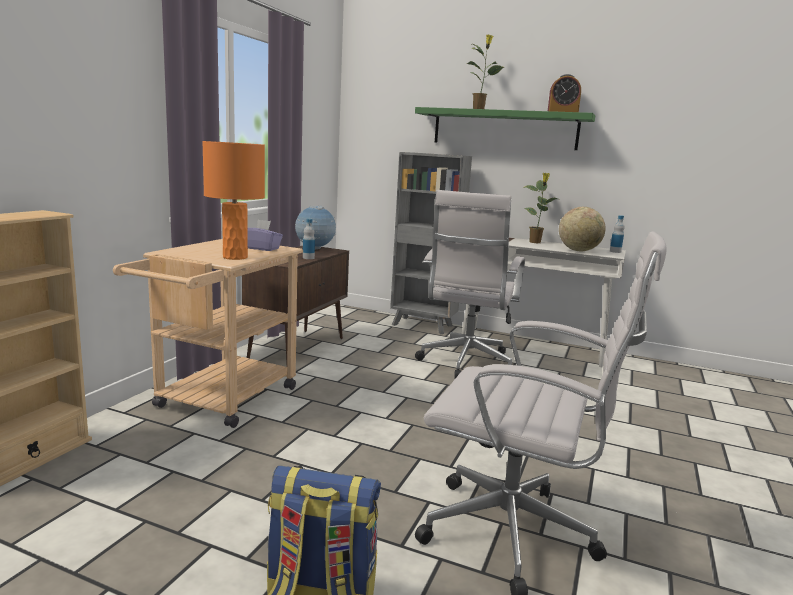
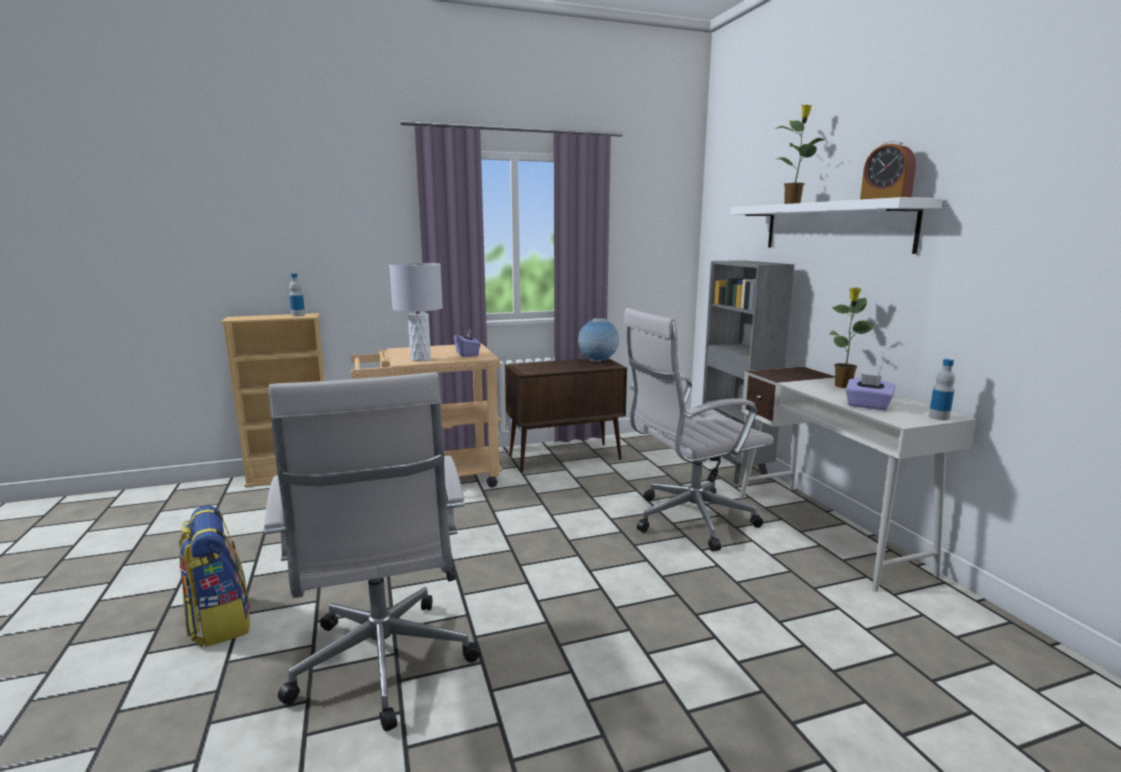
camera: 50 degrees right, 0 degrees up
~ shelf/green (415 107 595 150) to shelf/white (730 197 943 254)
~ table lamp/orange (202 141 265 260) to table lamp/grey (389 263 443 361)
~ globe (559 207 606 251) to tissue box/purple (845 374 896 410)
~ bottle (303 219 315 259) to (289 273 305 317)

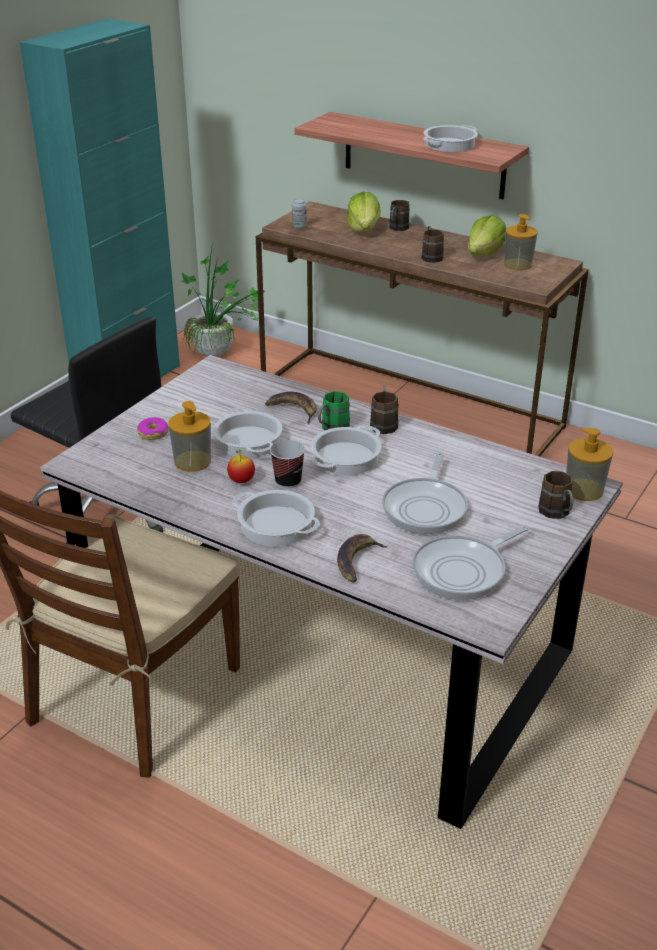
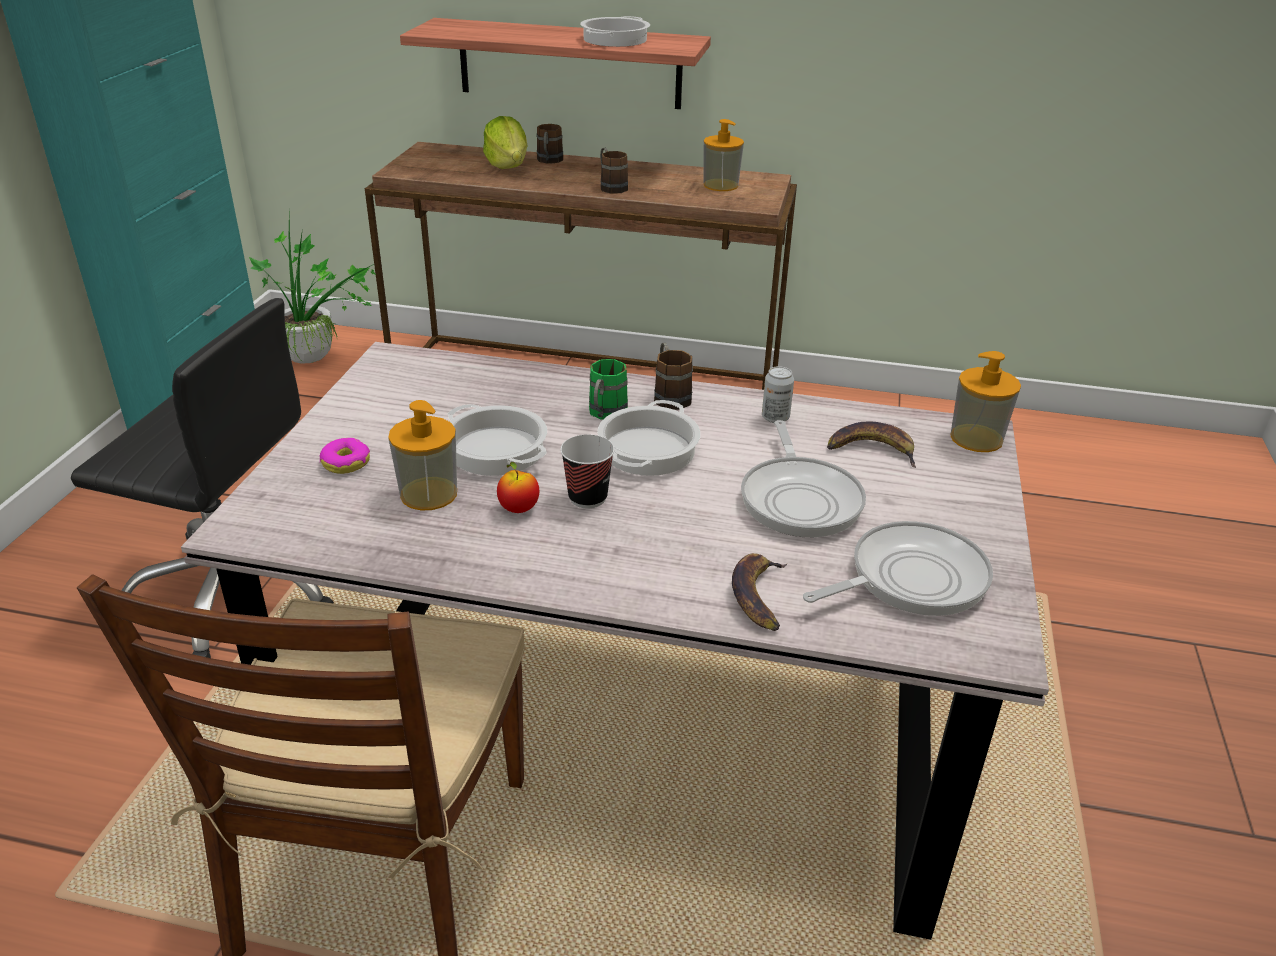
camera: 20 degrees left, 0 degrees up
~ can (292 199 307 229) to (762 366 794 423)
- lettuce (468 215 506 257)
~ banana (265 392 317 424) to (827 422 916 468)
- mug/brown (539 471 573 519)
- cooking pot (232 490 320 546)
~ frying pan (413 525 529 600) = (803 521 993 616) 150 degrees counterclockwise

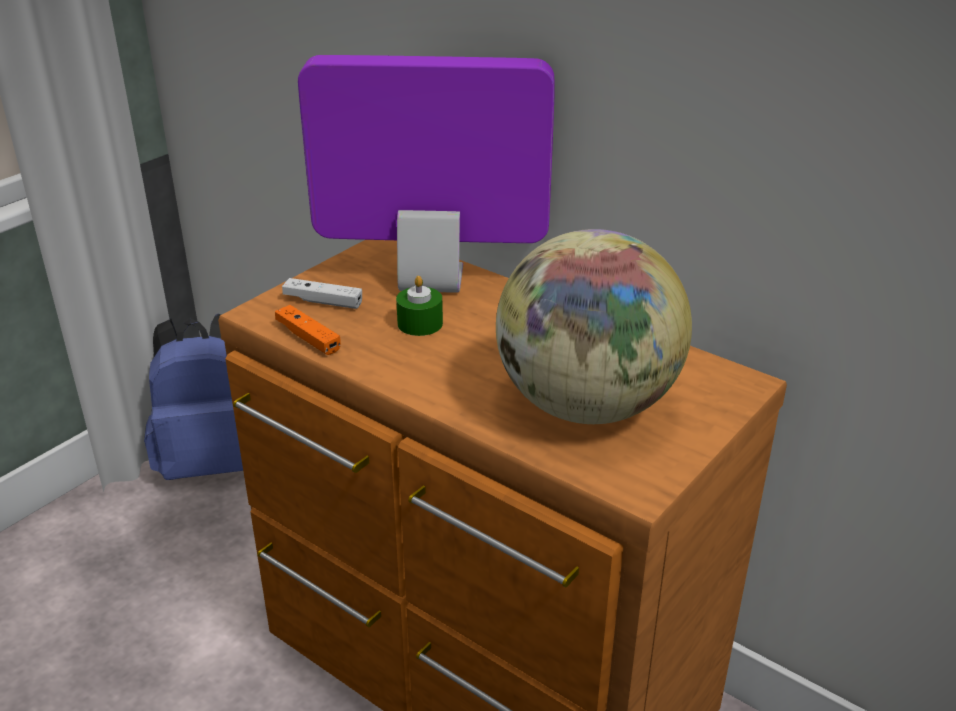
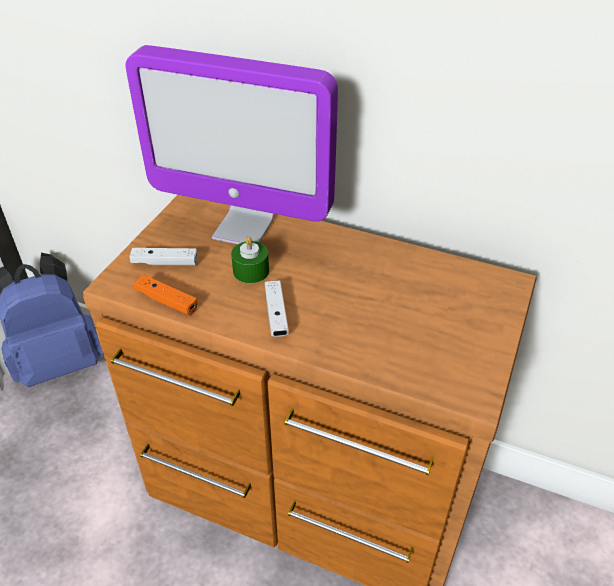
camera: 15 degrees left, 10 degrees up
~ monitor (298 55 555 293) = (125 45 338 244) 150 degrees counterclockwise
- globe (496 229 692 424)
+ game controller/white (265 280 289 337)

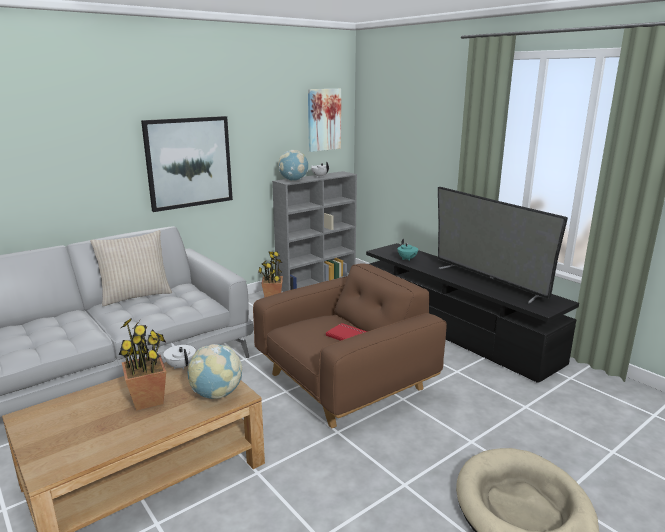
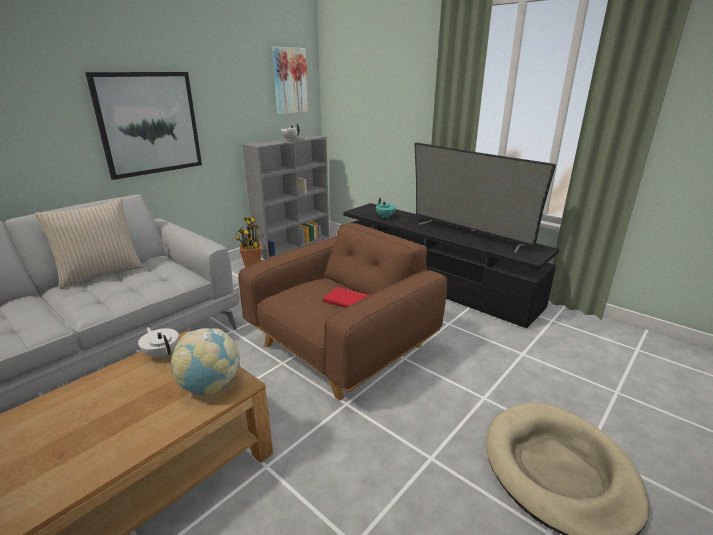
camera: 10 degrees left, 5 degrees up
- globe (278 150 308 181)
- potted plant (118 317 166 411)

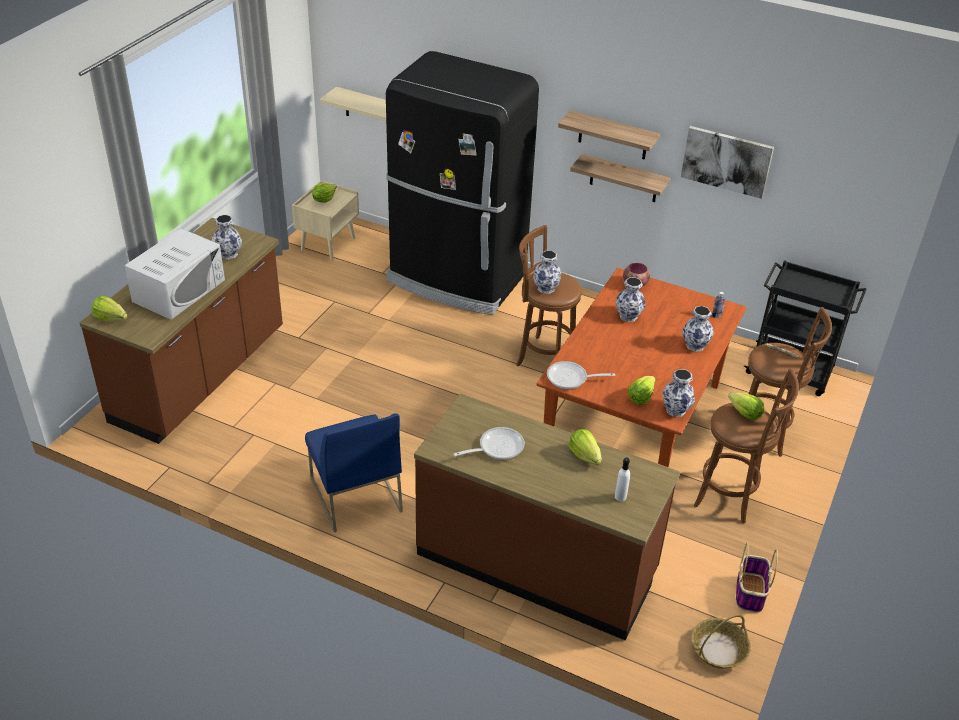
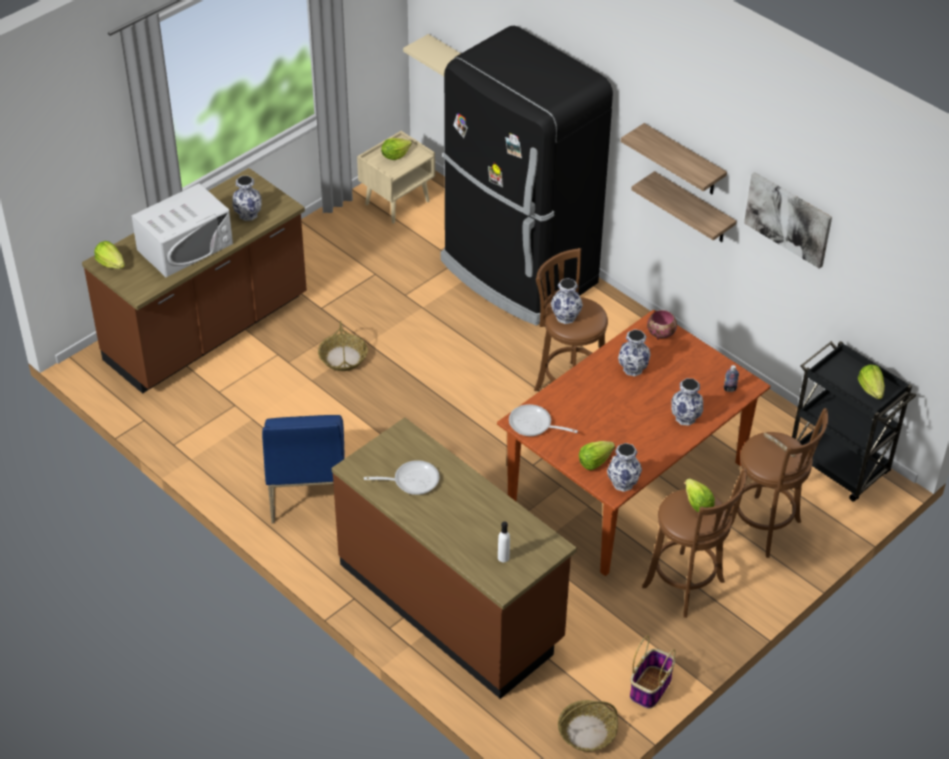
camera: 20 degrees right, 5 degrees up
~ lettuce (568 429 602 465) to (858 365 885 399)
+ basket (318 321 368 371)

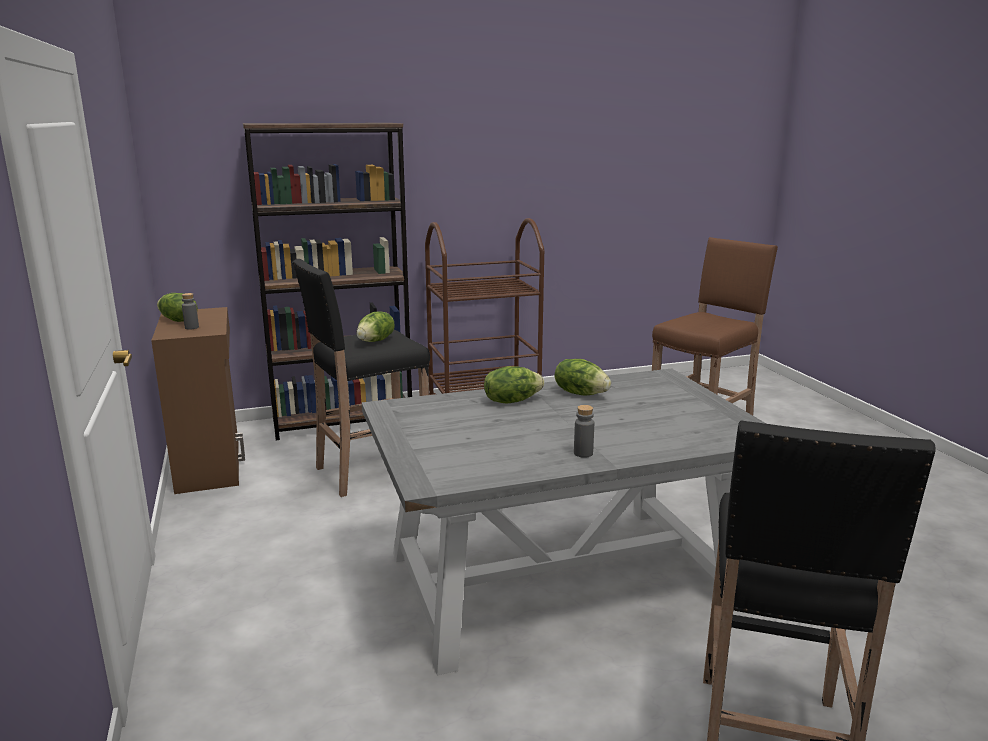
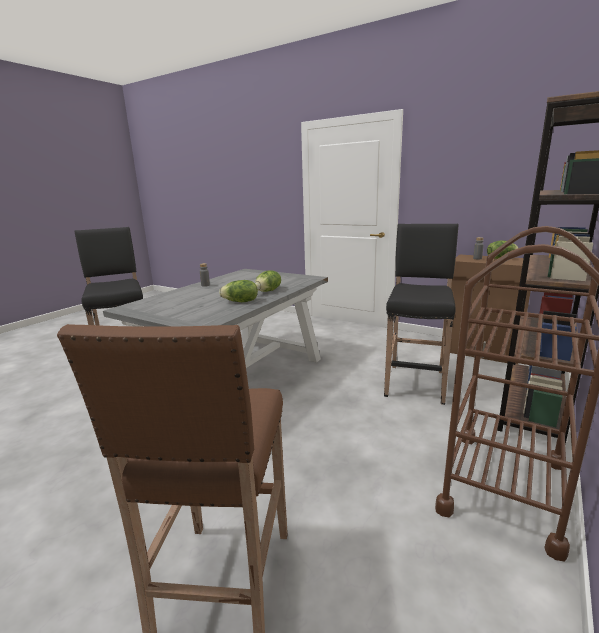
camera: 140 degrees right, 0 degrees up
- lettuce (357 312 395 342)

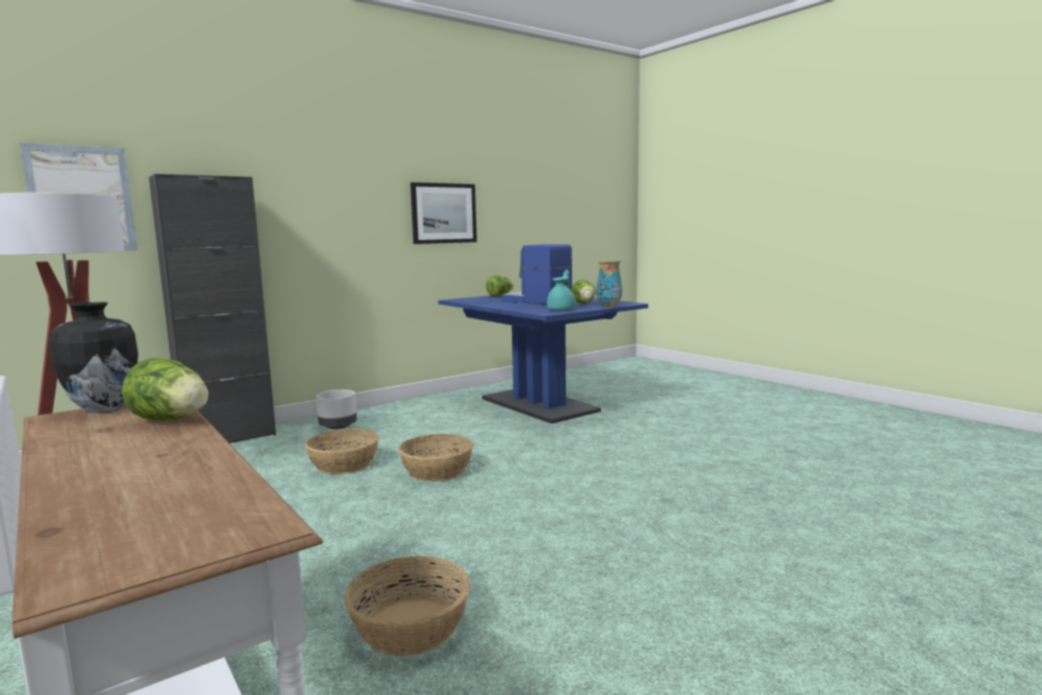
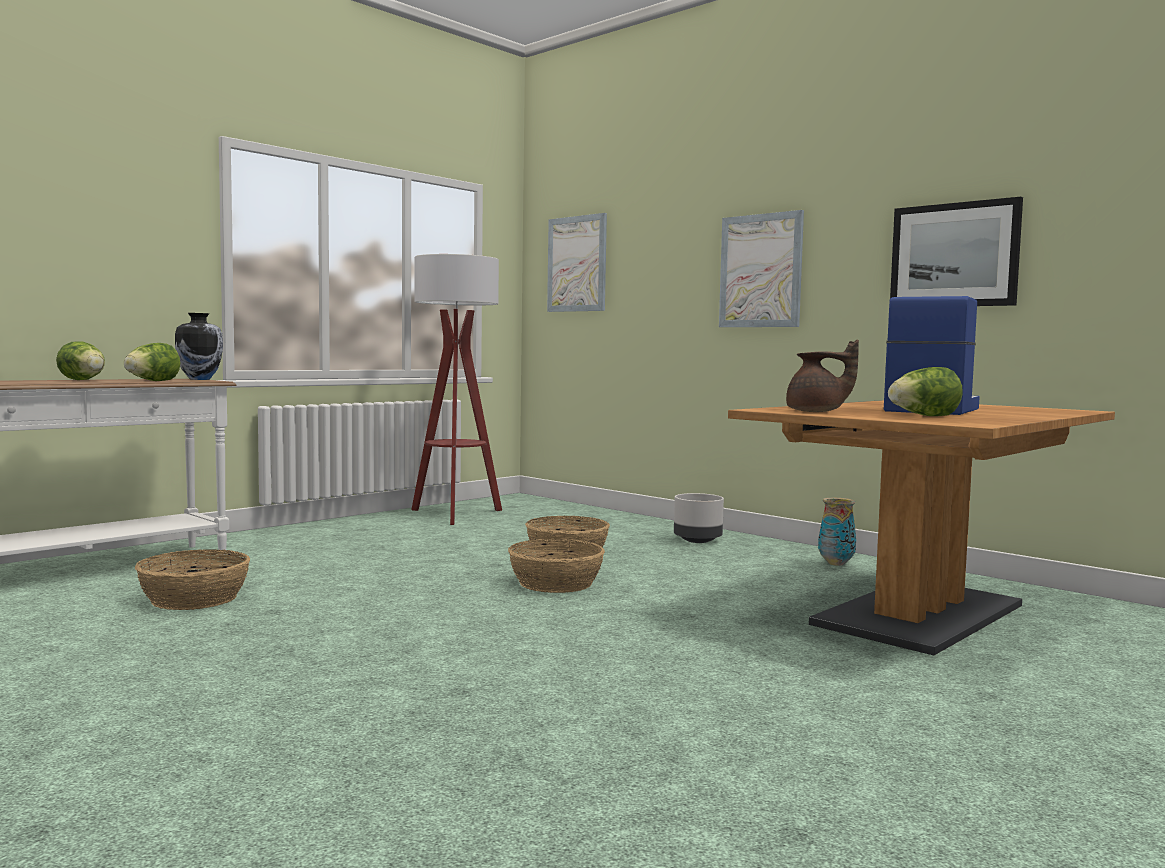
camera: 80 degrees right, 5 degrees down
- cabinet/black (149 174 276 443)
~ vase (596 260 622 307) to (818 498 856 566)
~ teapot/turquoise (547 270 576 310) to teapot/brown (786 340 859 412)
~ lettuce (486 275 514 297) to (56 341 105 380)
~ dining table/blue (438 295 648 424) to dining table/brown (728 400 1115 655)
+ picture (719 210 804 327)

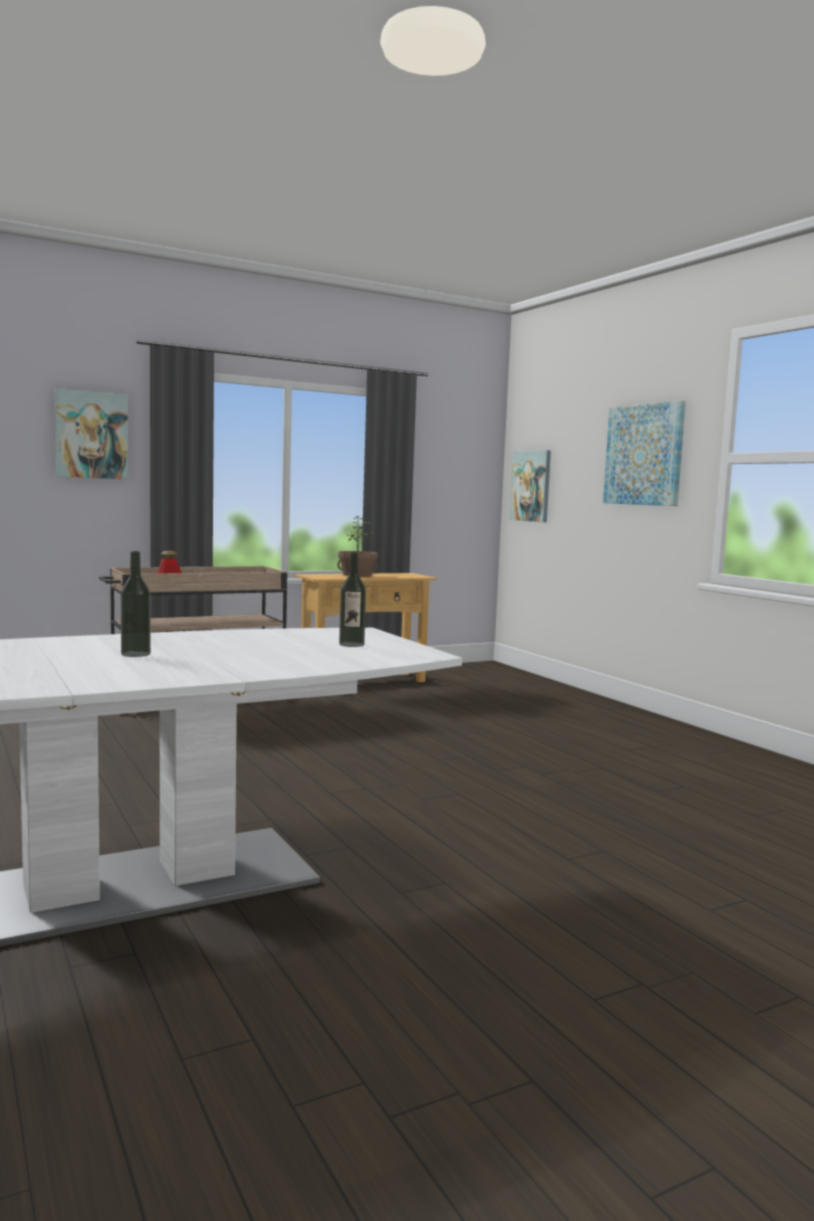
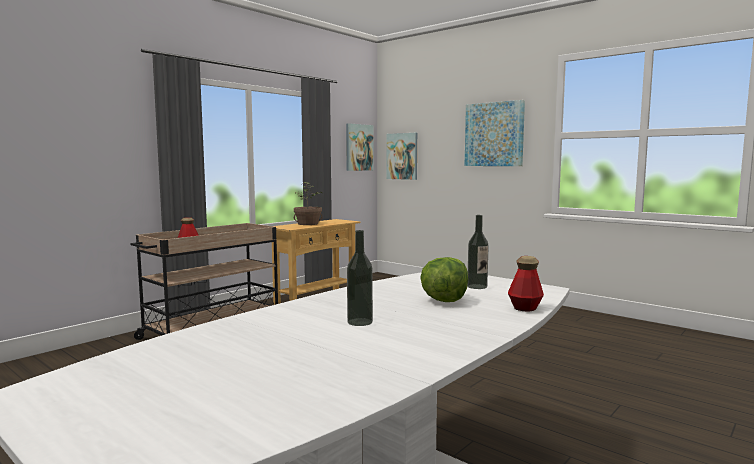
camera: 20 degrees left, 0 degrees up
~ picture (55 388 128 479) to (346 123 374 171)
+ bottle (508 256 544 312)
+ lettuce (420 257 468 302)

